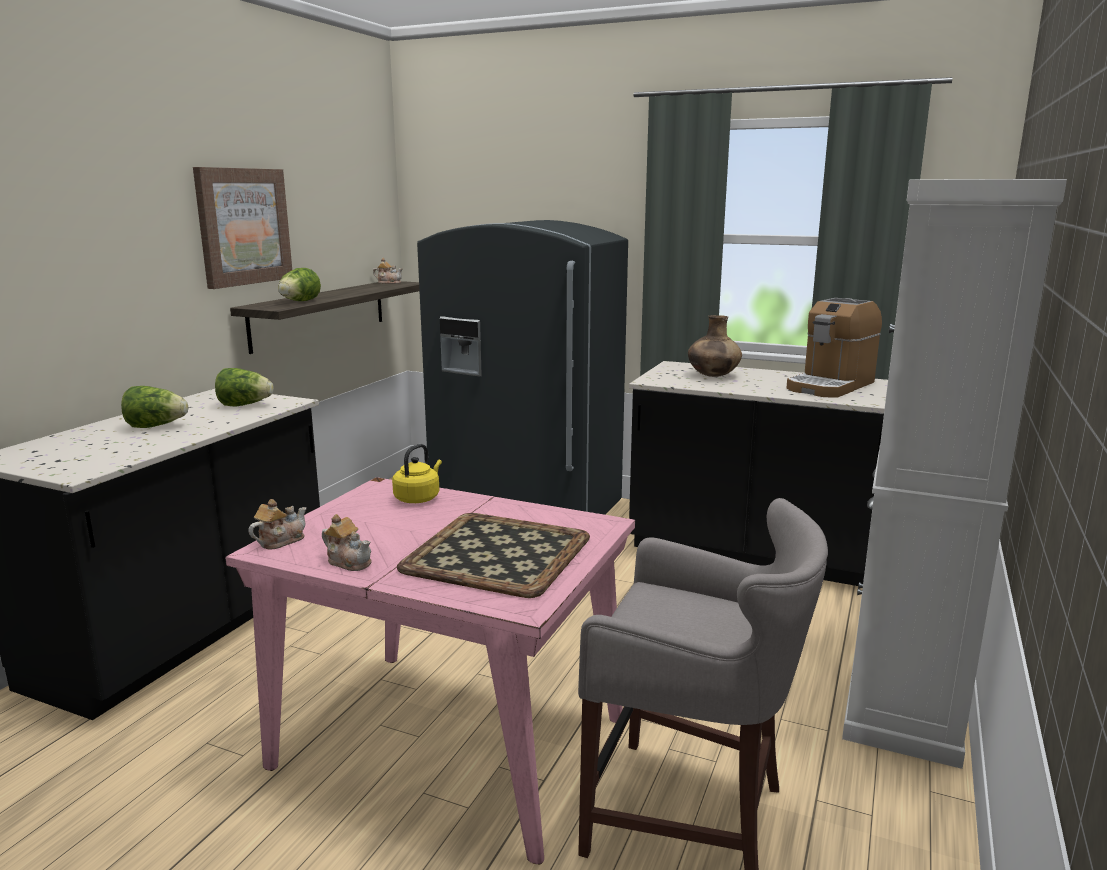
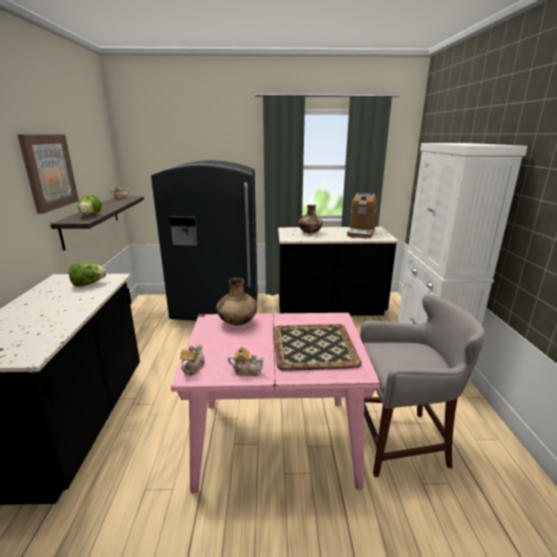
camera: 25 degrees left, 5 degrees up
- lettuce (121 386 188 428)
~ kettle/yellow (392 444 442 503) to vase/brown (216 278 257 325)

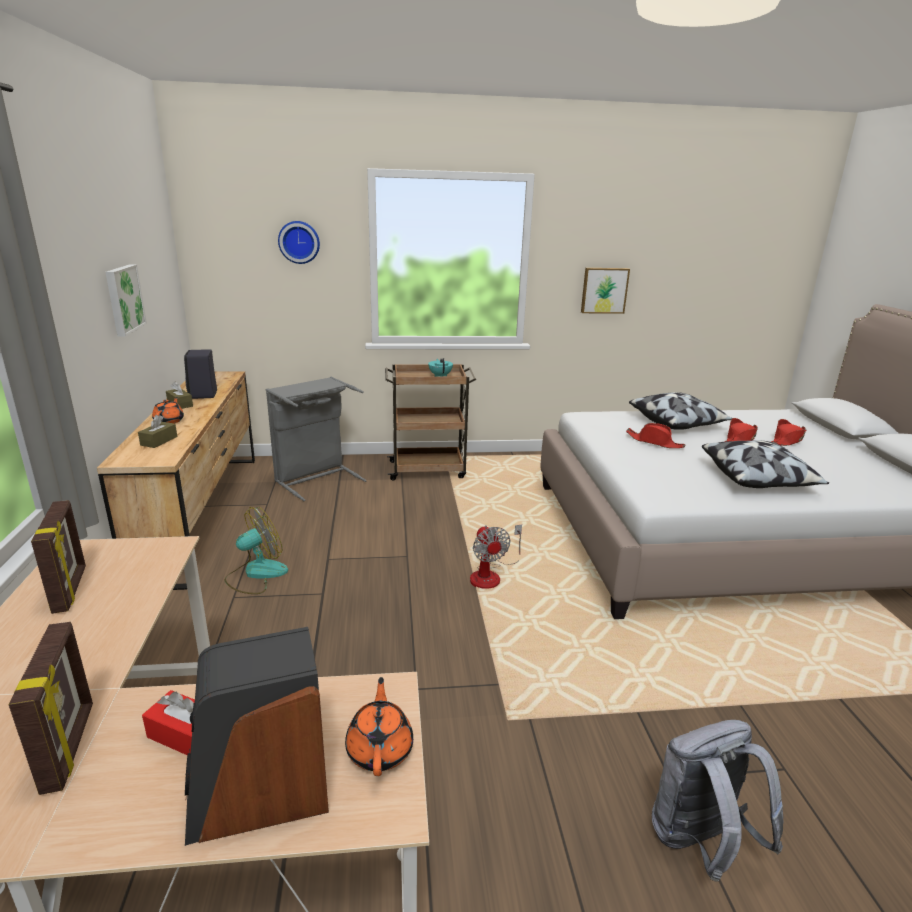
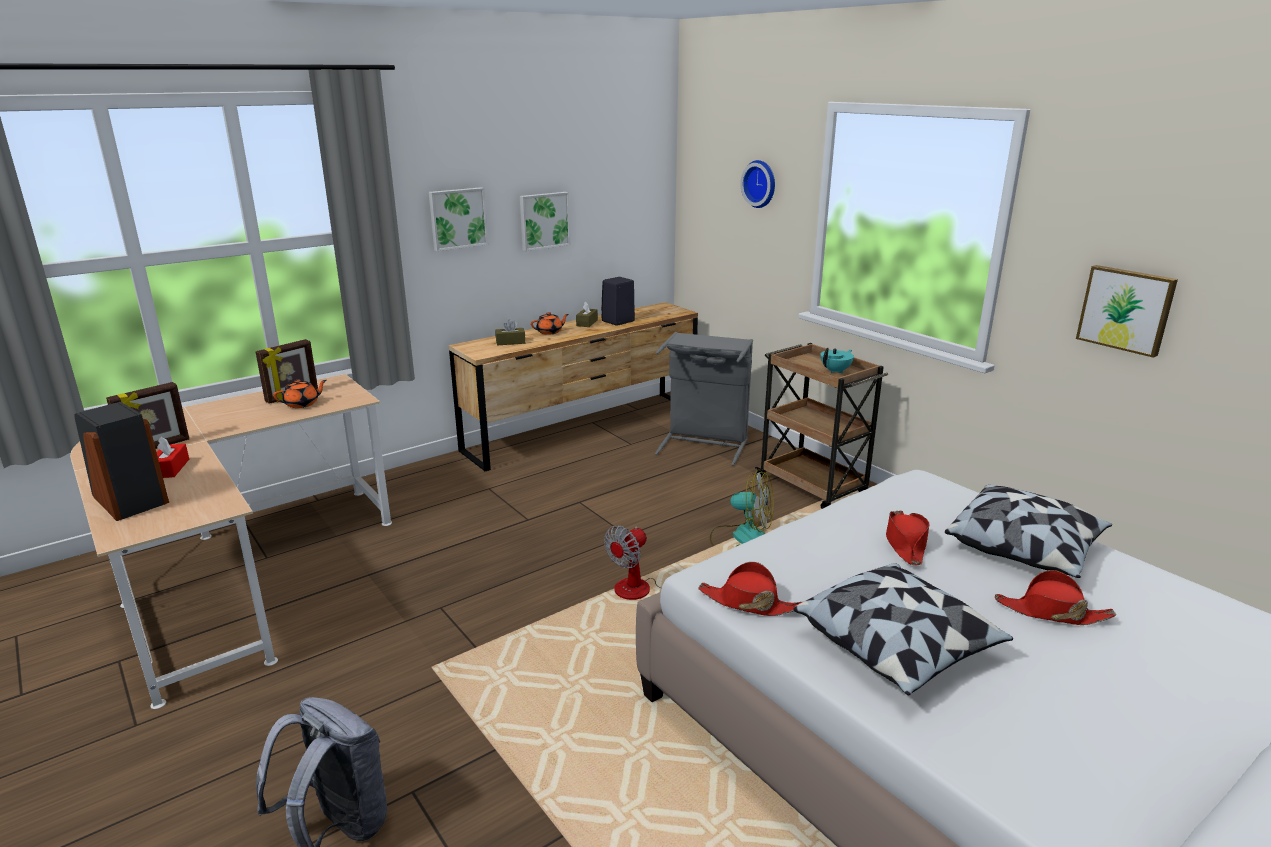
camera: 60 degrees right, 0 degrees up
~ hat/red (771 419 806 446) to (698 562 802 616)
~ fan (224 507 288 594) to (710 470 773 546)
~ teapot/orange (345 677 413 776) to (273 380 327 408)
+ picture (429 187 488 251)

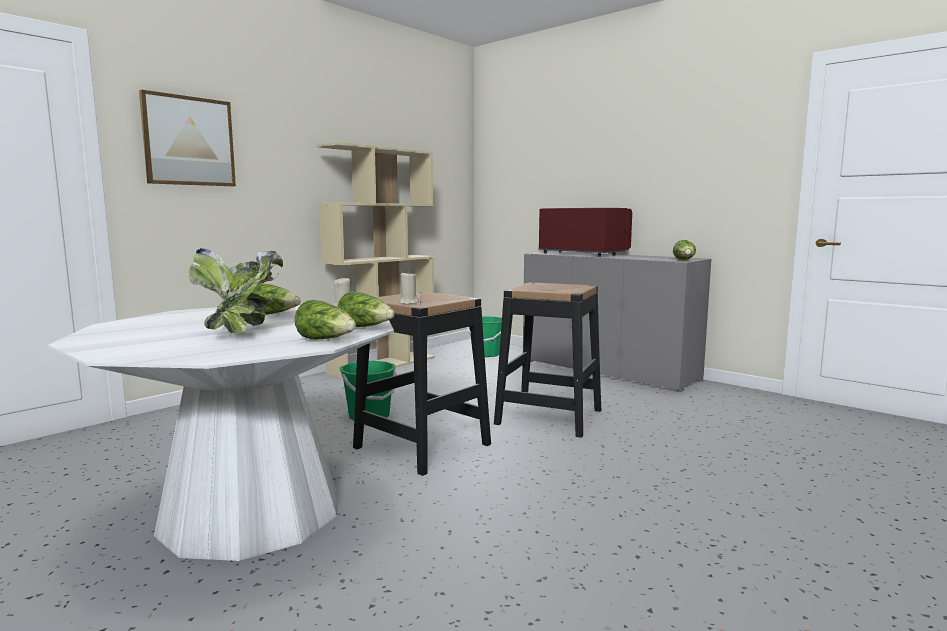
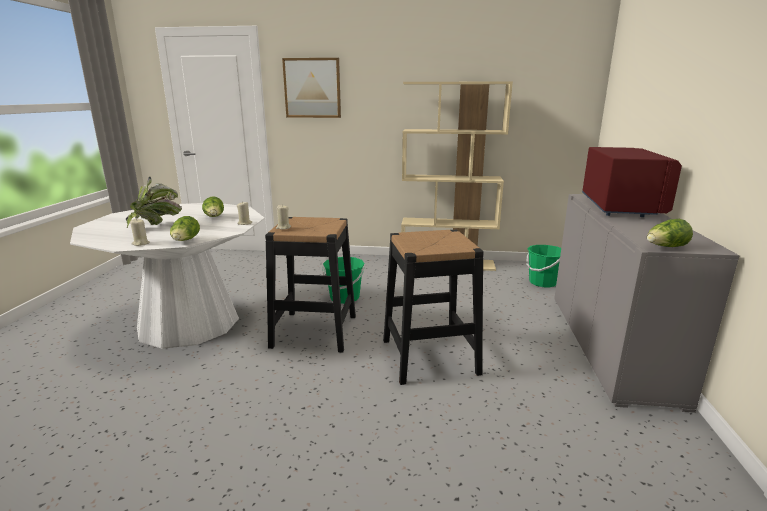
camera: 55 degrees right, 10 degrees up
~ lettuce (294 300 356 340) to candle/beige (130 218 150 246)

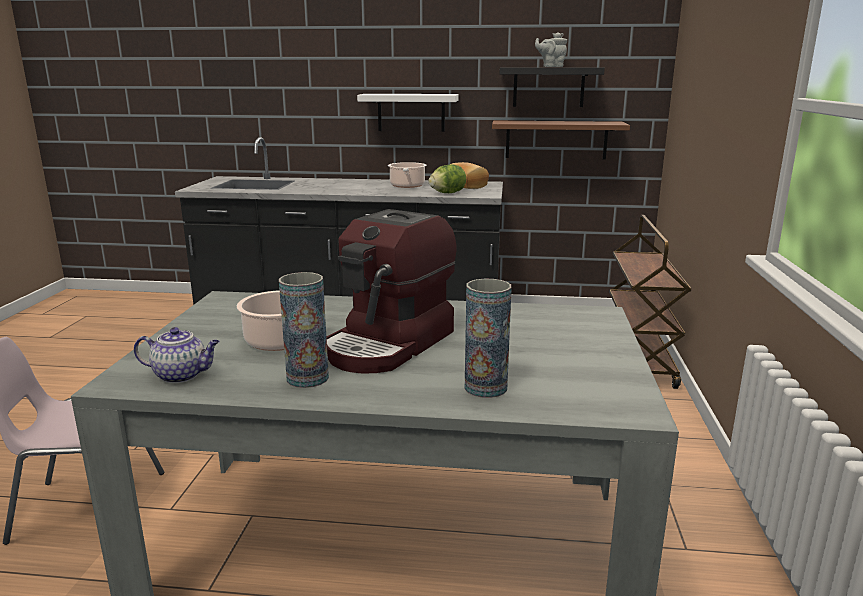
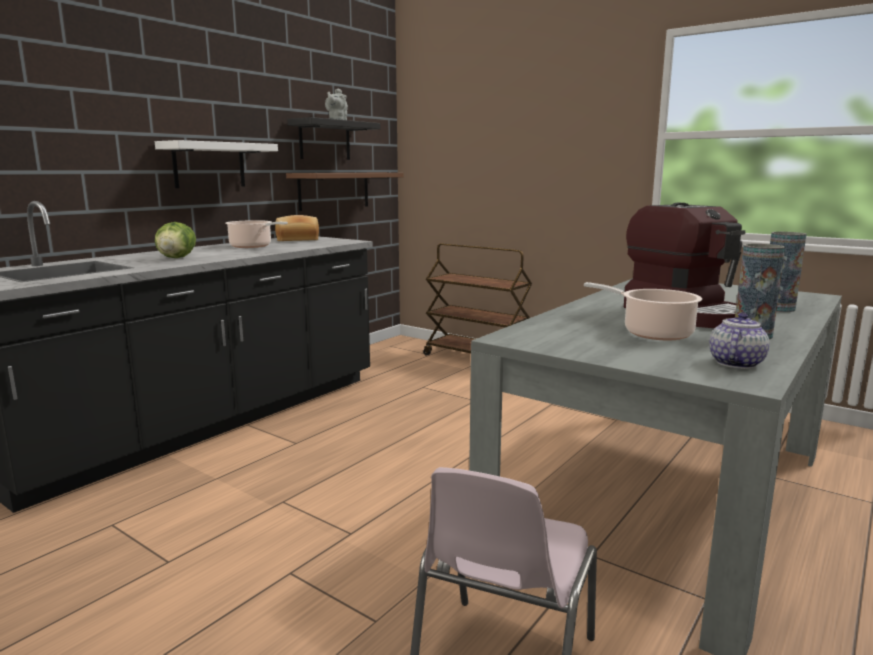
camera: 60 degrees left, 5 degrees down
~ lettuce (428 164 466 193) to (155 222 196 258)

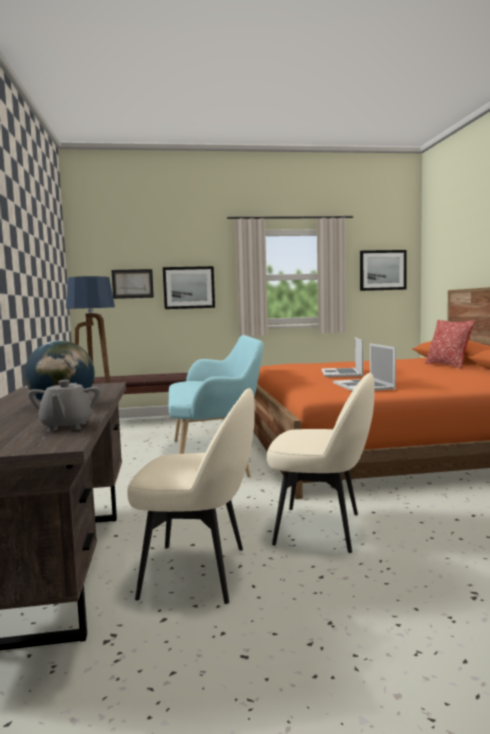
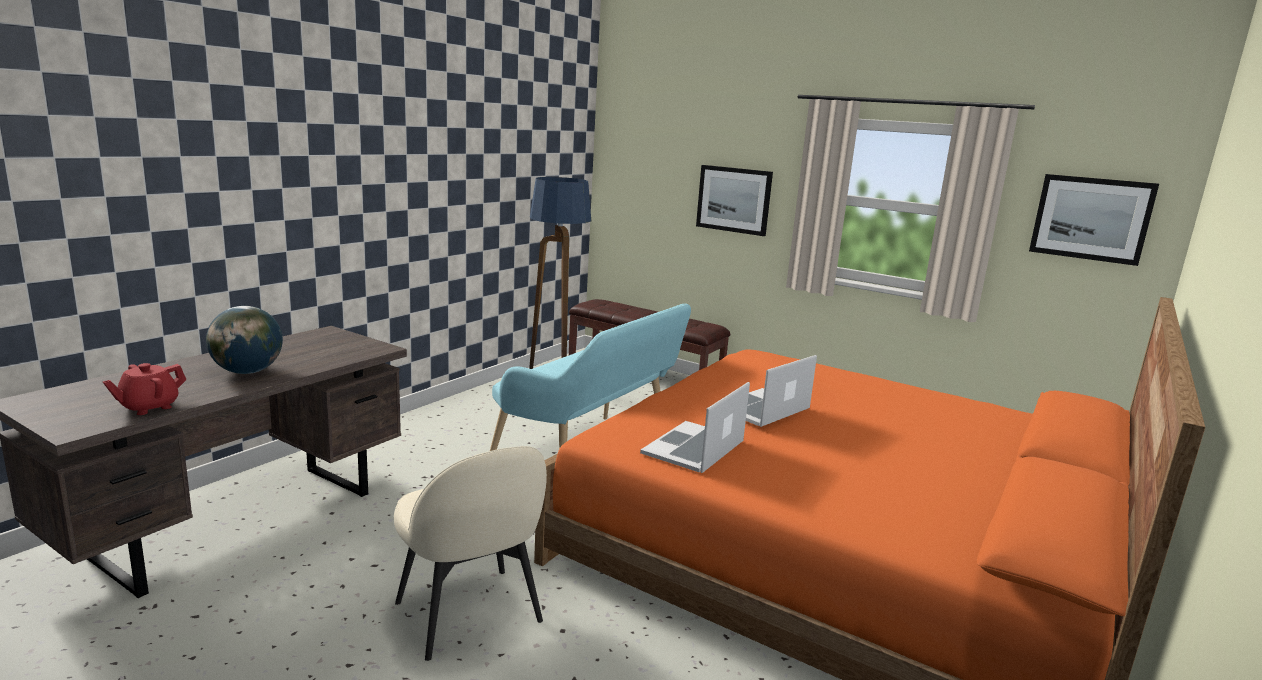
camera: 40 degrees right, 10 degrees up
- picture (111 269 154 299)
- pillow (425 320 475 369)
~ teapot/grey (28 380 101 431) to teapot/red (103 363 187 415)
- chair/beige (127 388 254 604)

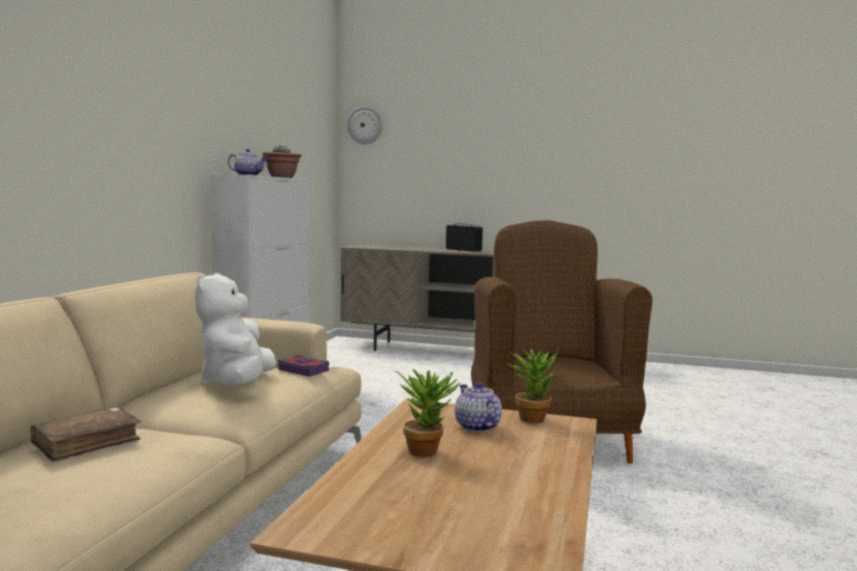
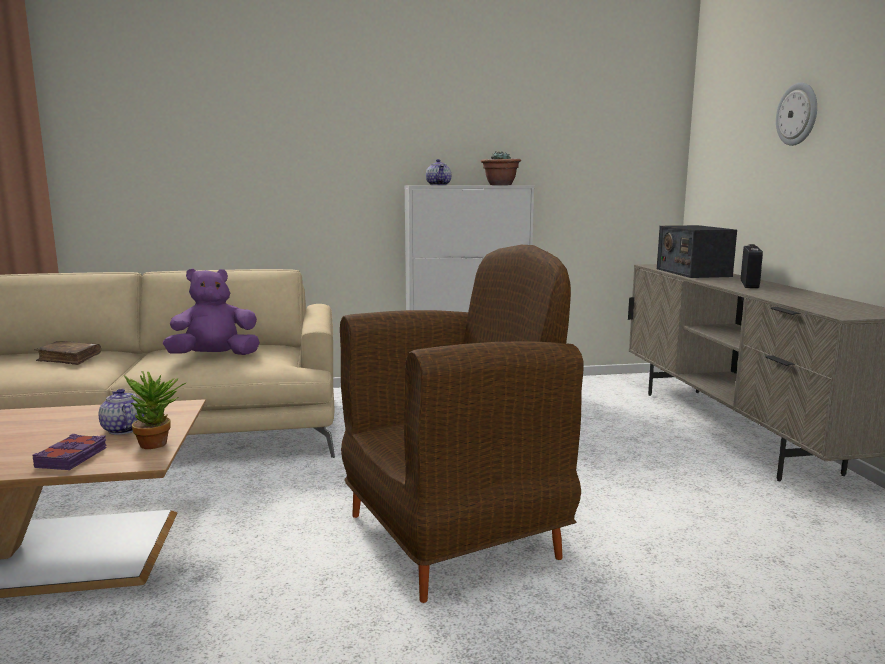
camera: 65 degrees right, 5 degrees up
~ wall clock (347 106 383 144) to (776 83 817 146)
~ plush toy/white (195 273 276 386) to plush toy/purple (163 268 260 355)
~ book/purple (278 355 329 377) to (33 434 107 470)
- potted plant (395 369 460 457)
~ teapot (455 382 502 432) = (99 389 144 435) 75 degrees counterclockwise
+ radio (657 225 737 278)

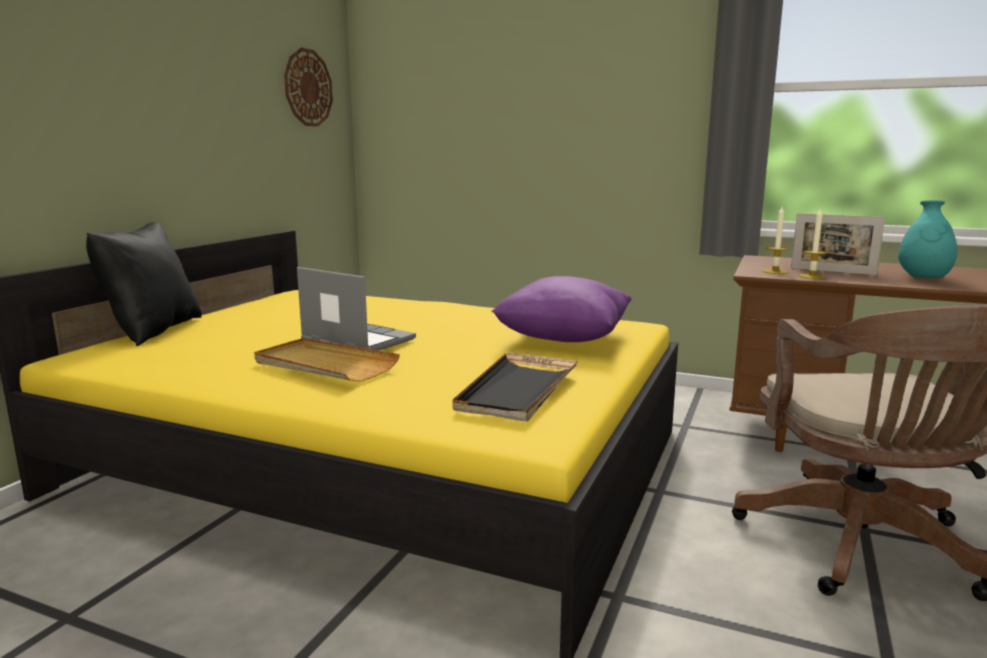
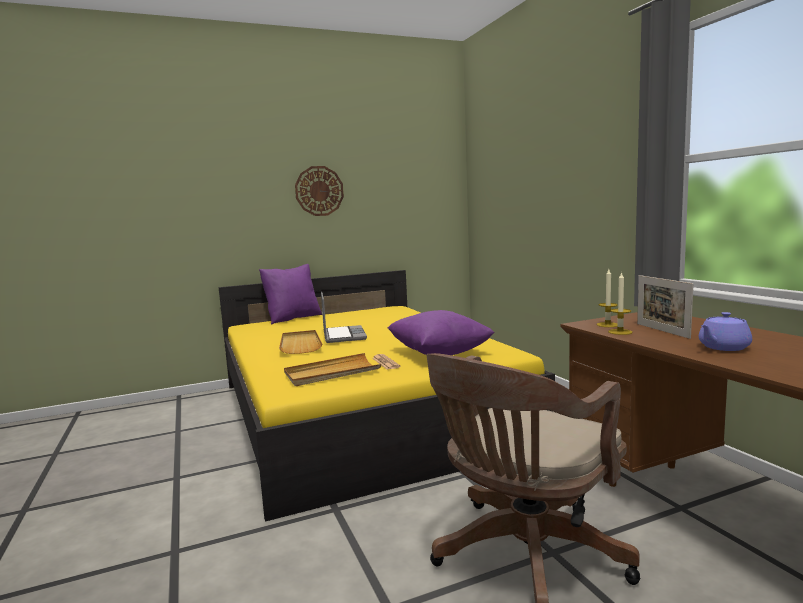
camera: 45 degrees right, 5 degrees down
~ wall clock (284 47 333 127) to (295 166 344 216)
~ vase/turquoise (898 200 957 278) to teapot/purple (699 312 752 351)
~ pillow/black (86 222 202 346) to pillow/purple (259 264 322 324)
~ tray/black (453 354 577 422) to tray/beige (284 353 381 386)

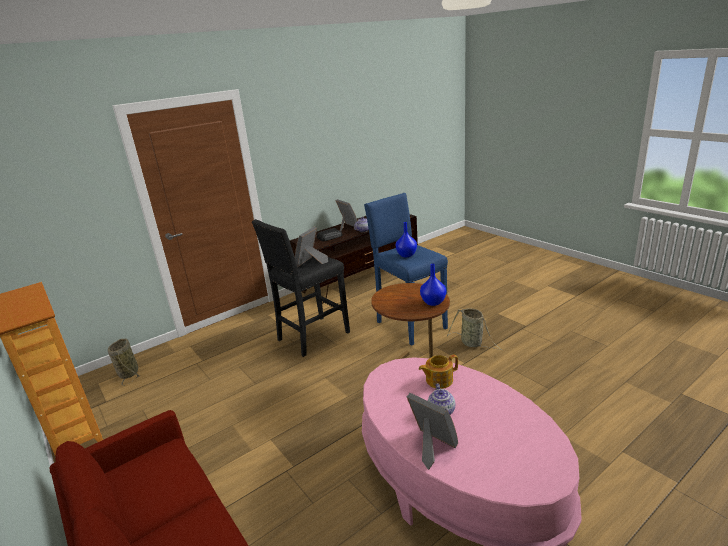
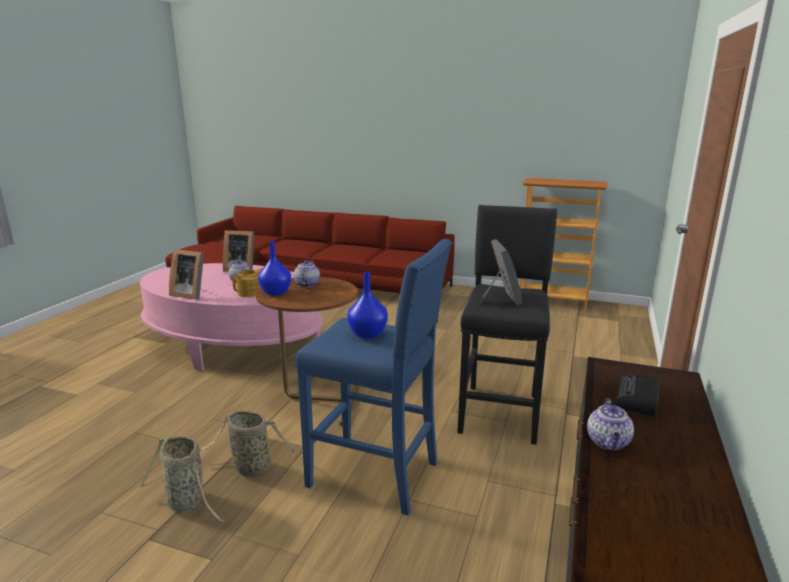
camera: 145 degrees right, 5 degrees down
~ picture frame (336 199 358 232) to (169 249 204 300)
~ basket (108 339 140 385) to (139 436 227 522)
+ teapot (294 260 320 287)

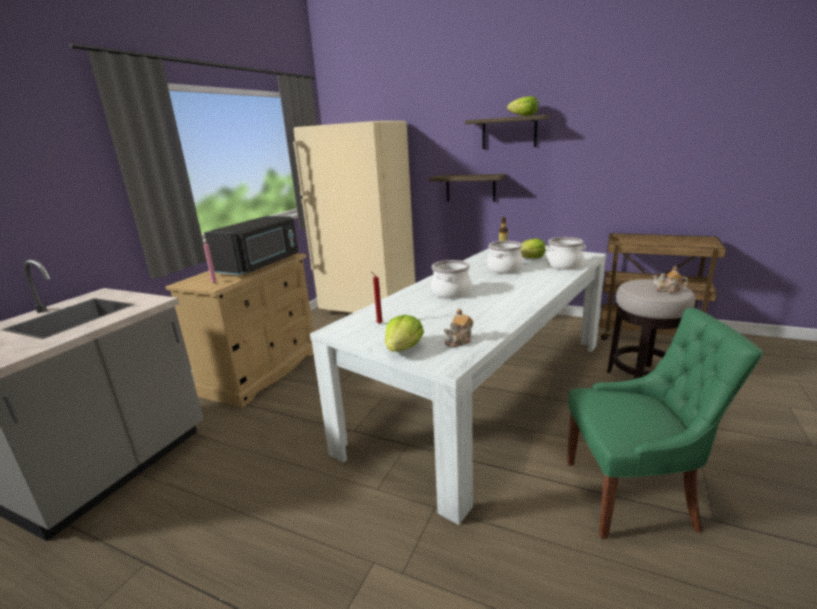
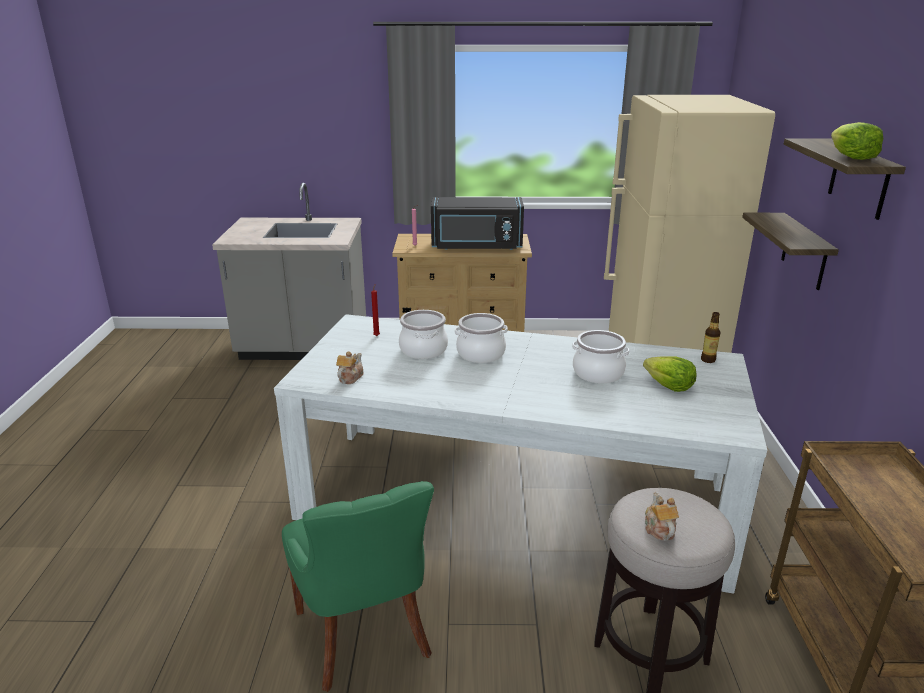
camera: 65 degrees right, 5 degrees up
~ cooking pot (545 237 586 270) to (399 310 448 359)
~ teapot (444 309 473 347) = (336 351 364 384) 90 degrees clockwise
- lettuce (385 315 424 352)

